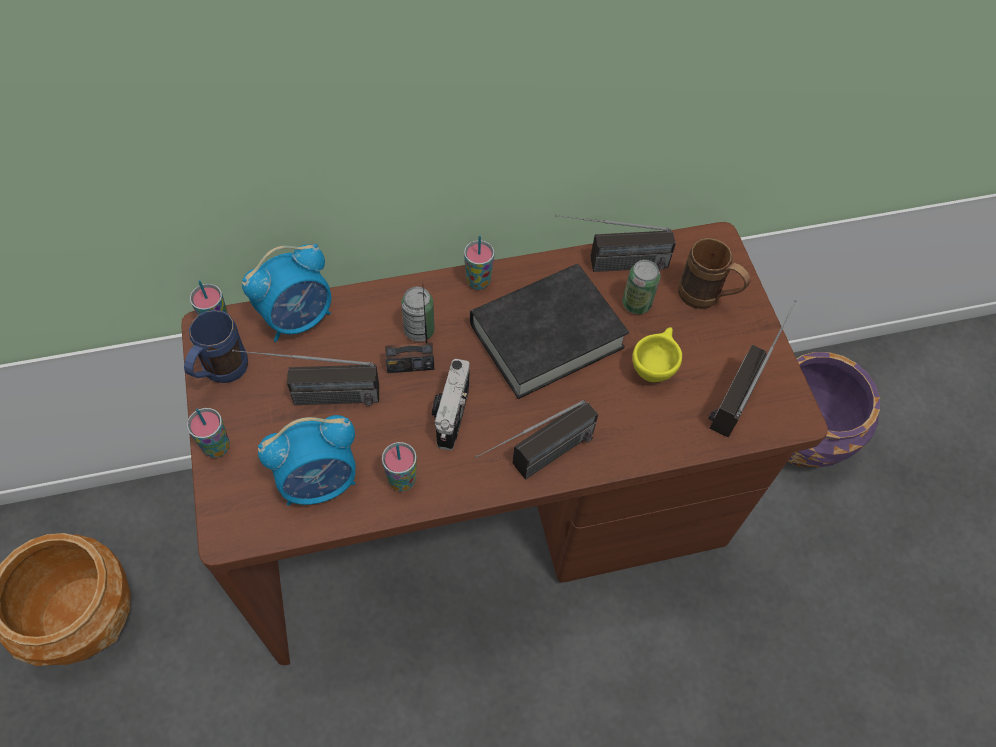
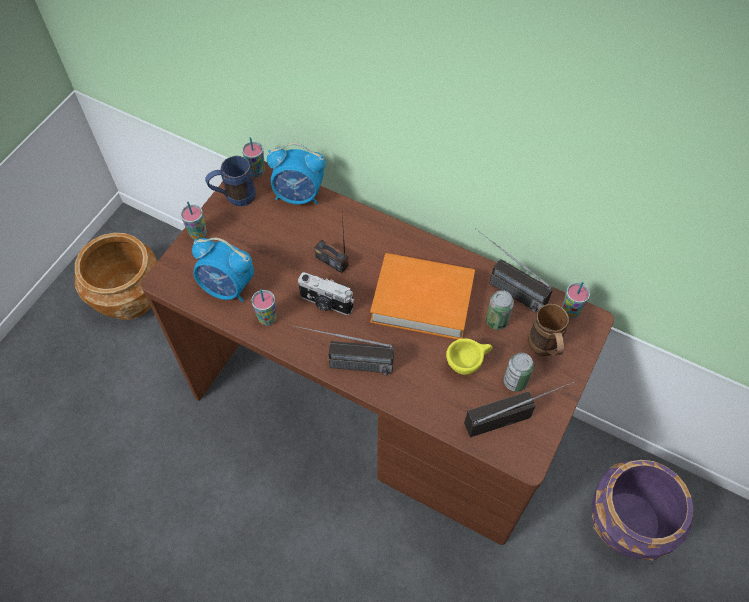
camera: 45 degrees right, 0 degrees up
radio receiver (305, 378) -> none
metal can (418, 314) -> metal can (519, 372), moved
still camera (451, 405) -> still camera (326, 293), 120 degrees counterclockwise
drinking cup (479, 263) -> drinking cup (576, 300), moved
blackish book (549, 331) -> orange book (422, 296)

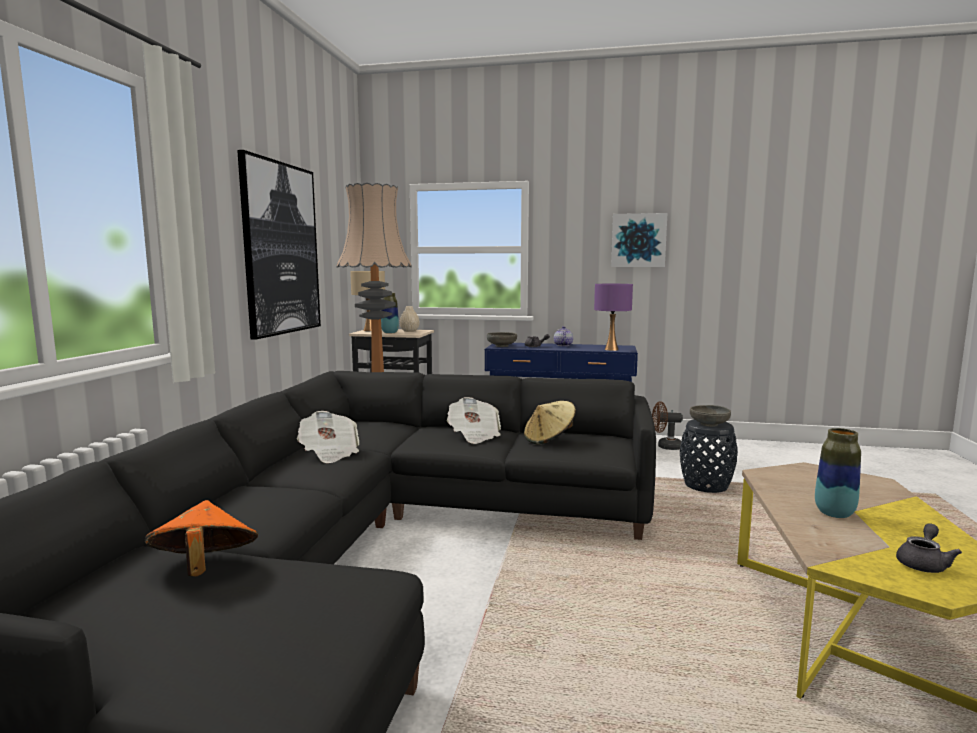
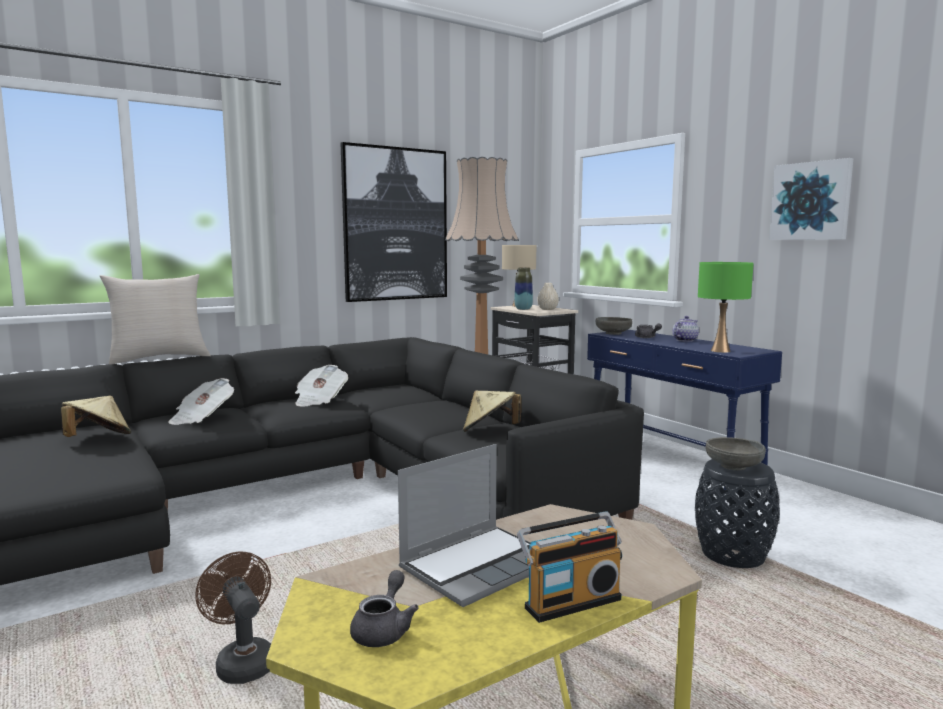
camera: 45 degrees right, 0 degrees up
orange clothing hat (201, 538) -> sand-coloured clothing hat (96, 416)
daily paper (474, 420) -> daily paper (201, 401), moved
purplish lamp for a table (613, 317) -> green-coloured lamp for a table (726, 307)
brownish electric fan (667, 425) -> brownish electric fan (233, 618), moved
decorative vase (838, 473) -> notebook computer (464, 525)
greyish tea pot (929, 548) -> greyish tea pot (384, 608), 75 degrees counterclockwise
none -> sand-coloured throw pillow (155, 319)
none -> radio receiver (569, 567)

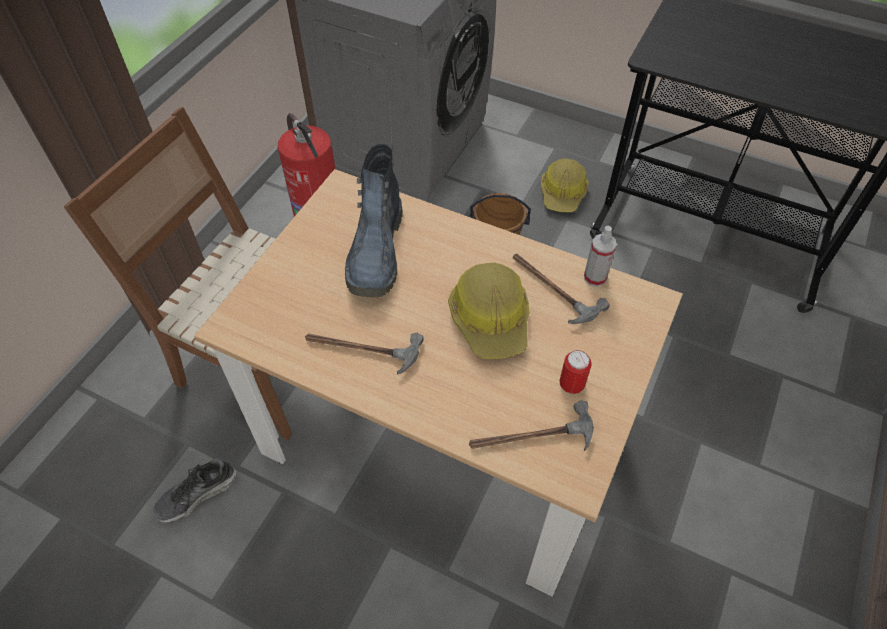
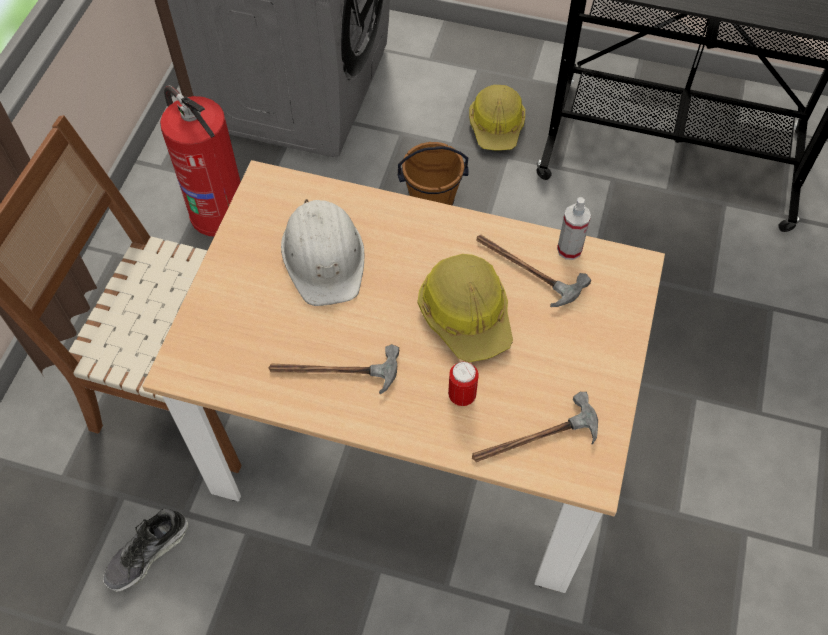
camera: 10 degrees left, 5 degrees up
boot (374, 220) -> white-coloured work helmet (323, 252)
metal can (576, 372) -> metal can (463, 383), moved

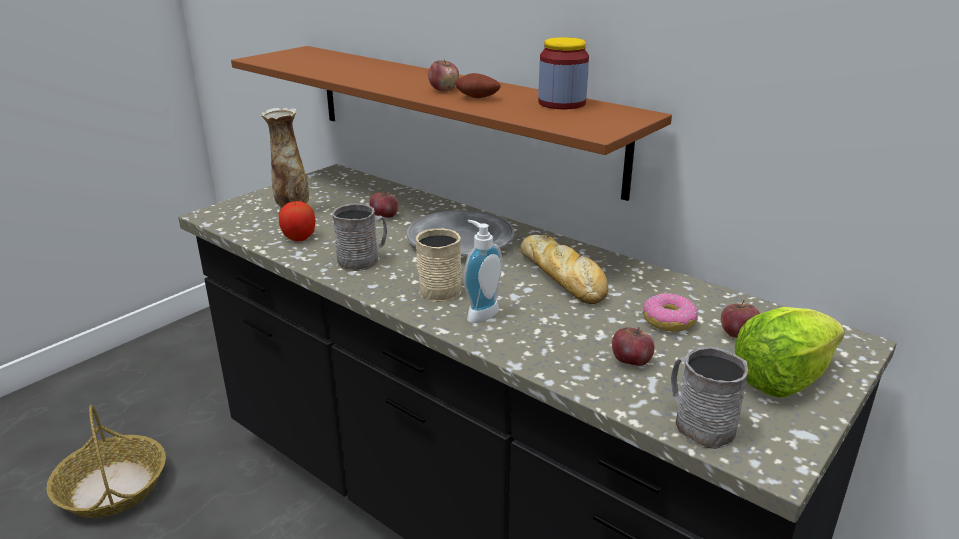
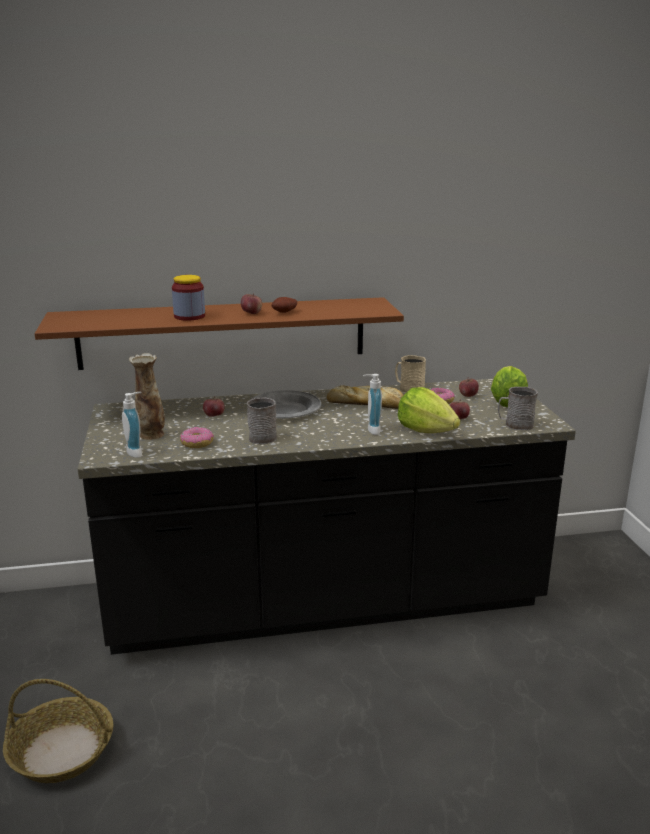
camera: 50 degrees left, 5 degrees down
apple (297, 221) -> donut (197, 437)
sand-coloured mug (439, 265) -> sand-coloured mug (410, 374), moved
preserve jar (563, 73) -> preserve jar (188, 298), moved
none -> soap dispenser (132, 425)
none -> lettuce head (429, 410)

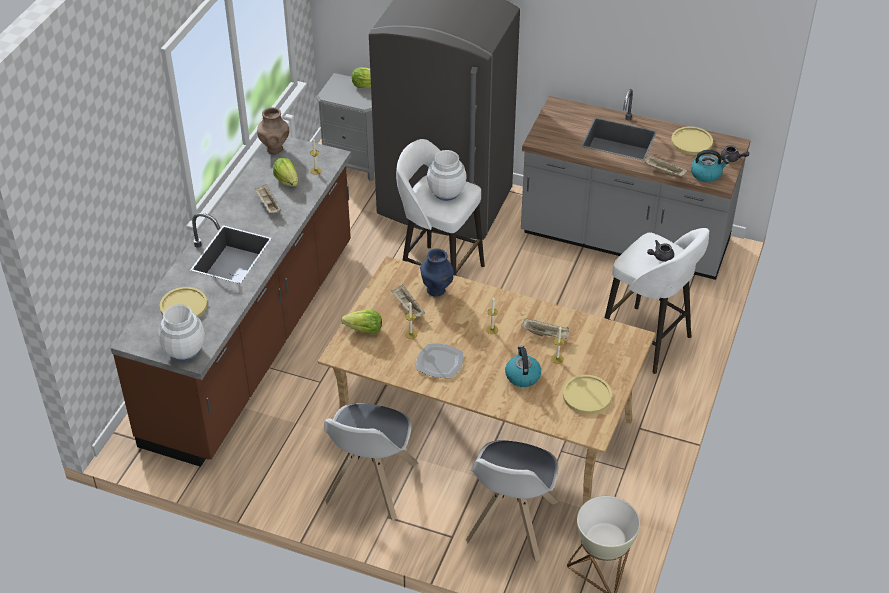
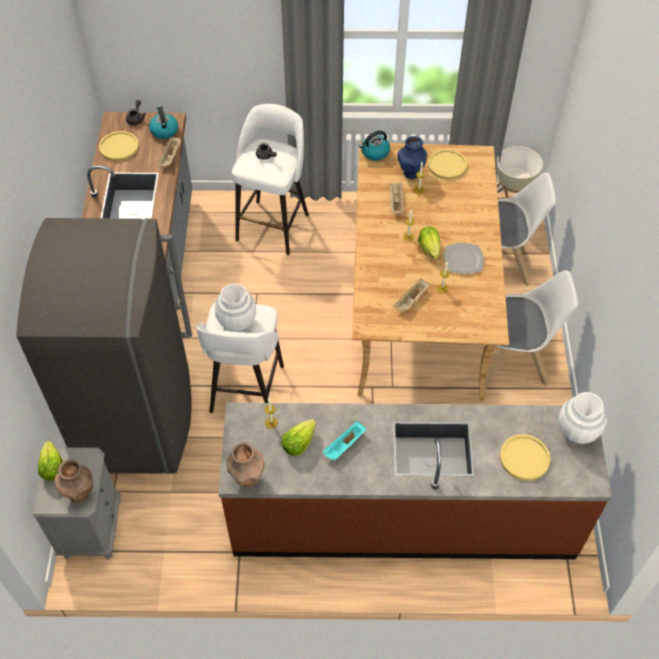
camera: 110 degrees left, 10 degrees up
sand-coloured tray (267, 198) -> blue-green tray (344, 441)
lettuce head (361, 322) -> lettuce head (429, 243), moved
bluish decorative vase (436, 272) -> bluish decorative vase (412, 157), moved
tea kettle (523, 366) -> tea kettle (374, 146), moved
none -> brownish decorative vase (73, 481)

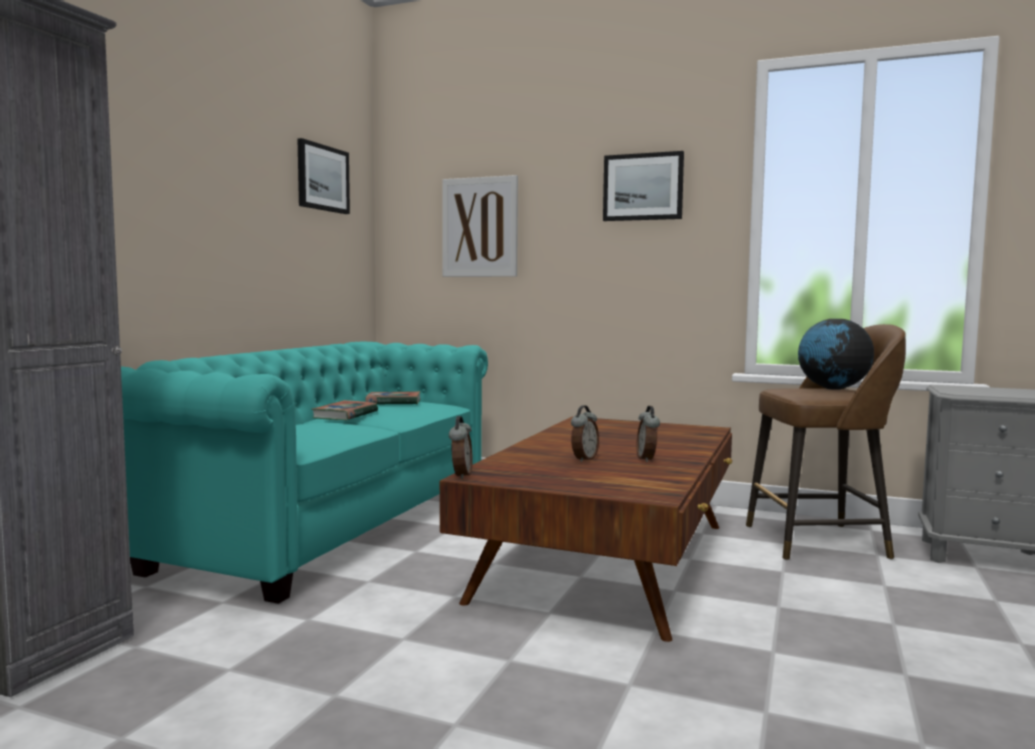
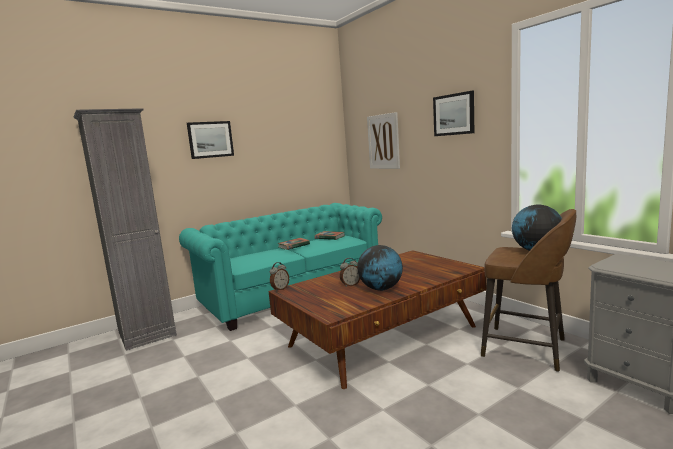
camera: 35 degrees right, 5 degrees up
wall art (323, 176) -> wall art (210, 140), moved
bedside clock (648, 434) -> world globe (380, 268)

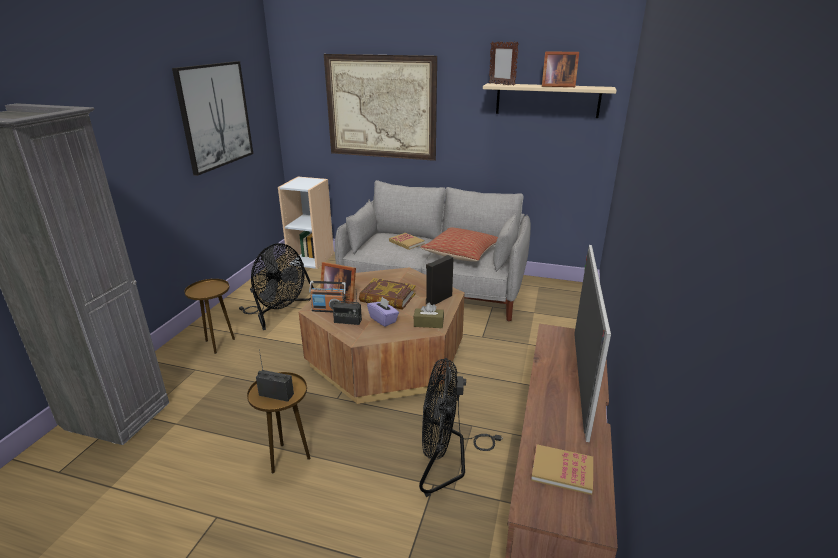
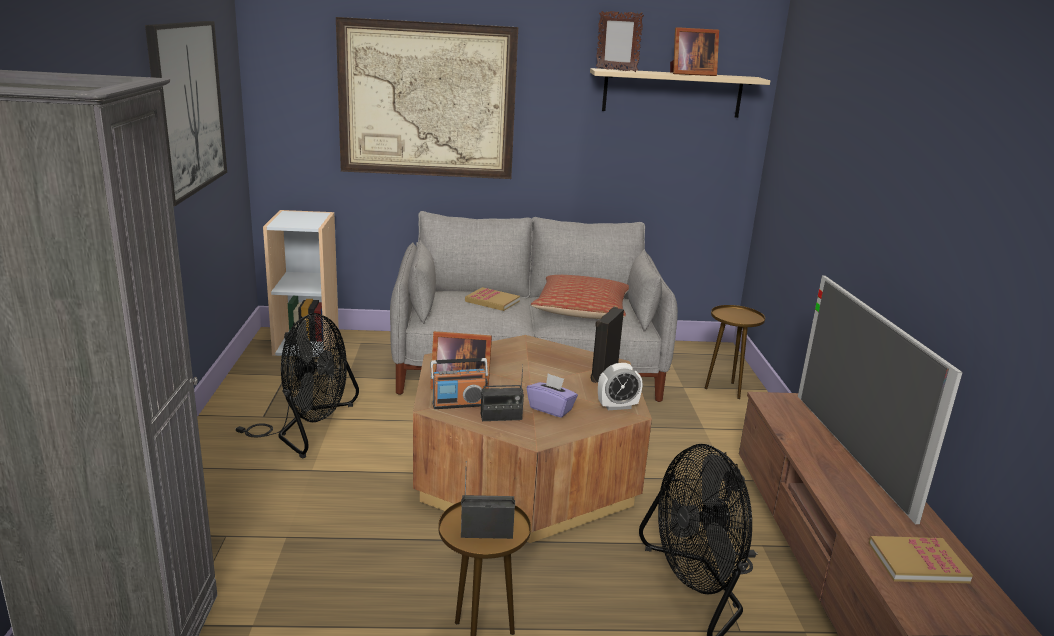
camera: 20 degrees left, 5 degrees down
brownish side table (209, 316) -> brownish side table (735, 352), moved
book (387, 294) -> none
brownish tissue box (428, 315) -> bedside clock (620, 386)

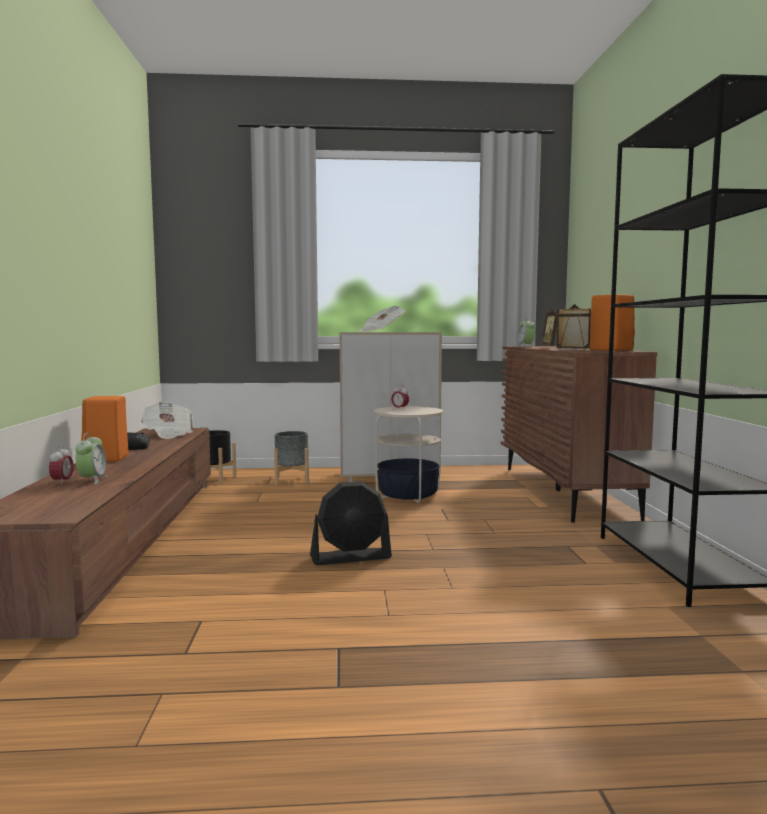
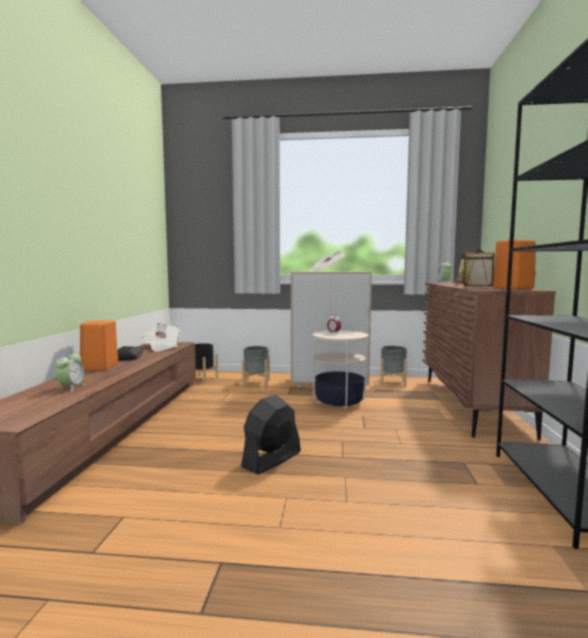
camera: 10 degrees right, 0 degrees up
bedside clock (61, 465) -> none
blackish electric fan (351, 523) -> blackish electric fan (271, 434), 135 degrees clockwise
none -> greyish plant pot (393, 366)

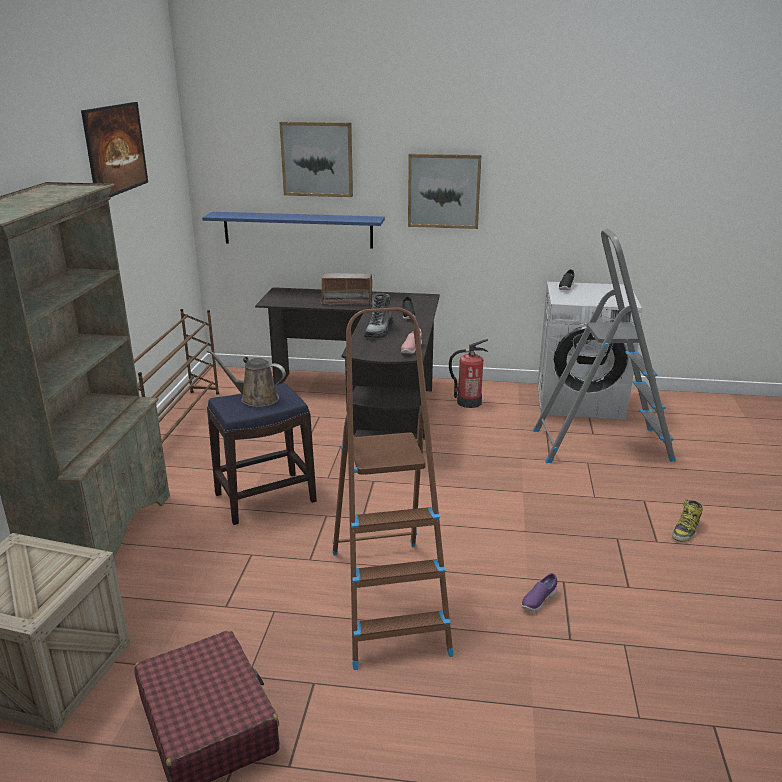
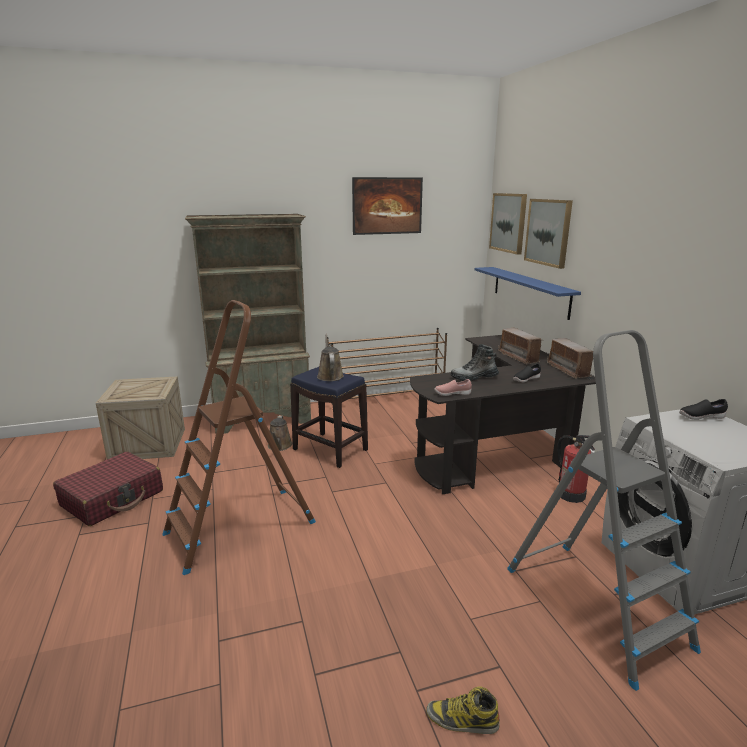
camera: 65 degrees right, 5 degrees down
wall art (445, 191) -> wall art (508, 224), moved
purplish item of footwear (539, 592) -> none
none -> brownish sprinkling can (280, 433)
none -> radio receiver (570, 358)

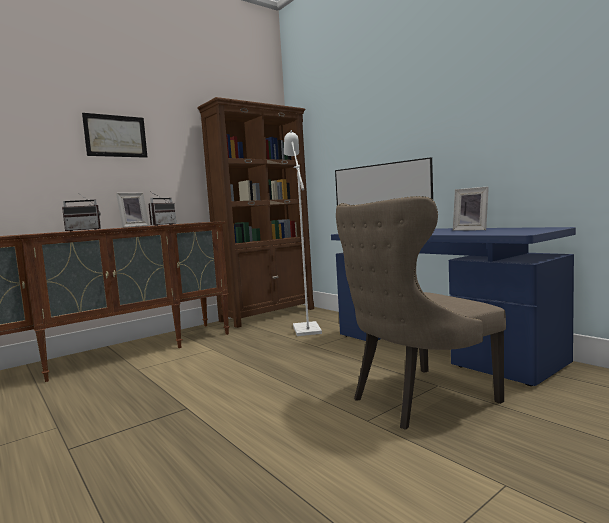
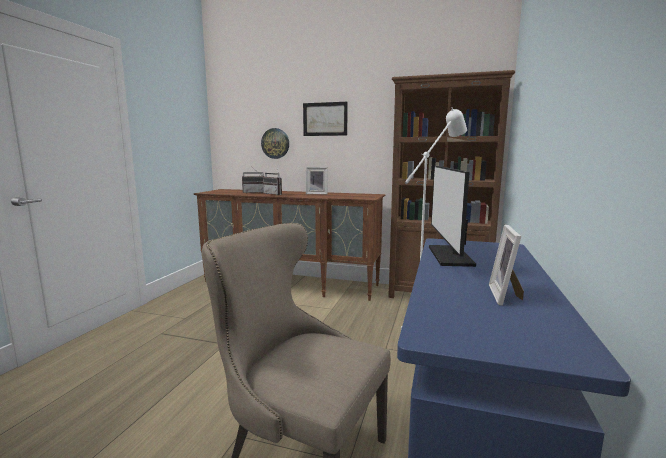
camera: 55 degrees right, 5 degrees up
radio receiver (162, 209) -> radio receiver (253, 180), moved
none -> wall clock (275, 143)

